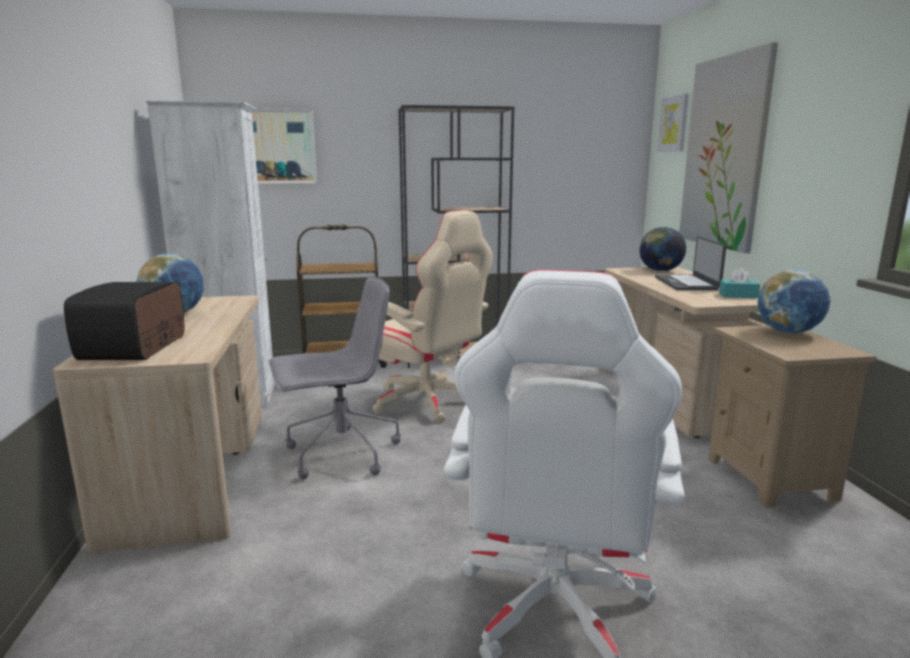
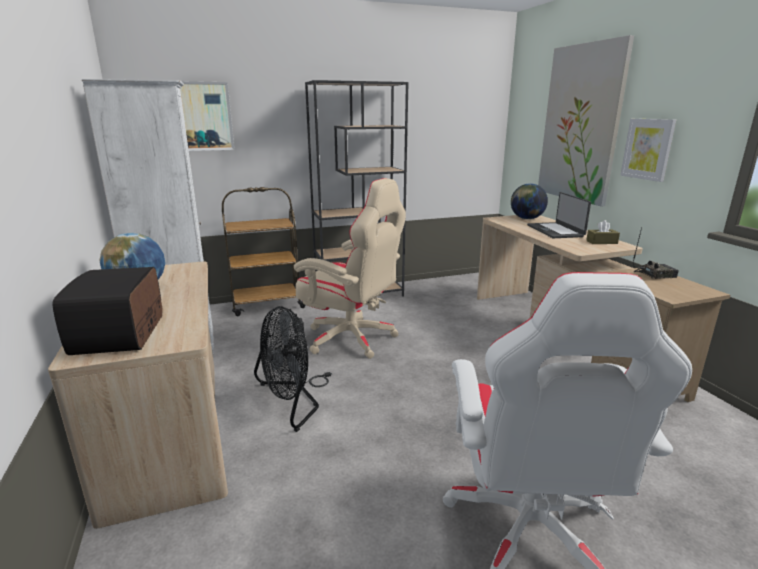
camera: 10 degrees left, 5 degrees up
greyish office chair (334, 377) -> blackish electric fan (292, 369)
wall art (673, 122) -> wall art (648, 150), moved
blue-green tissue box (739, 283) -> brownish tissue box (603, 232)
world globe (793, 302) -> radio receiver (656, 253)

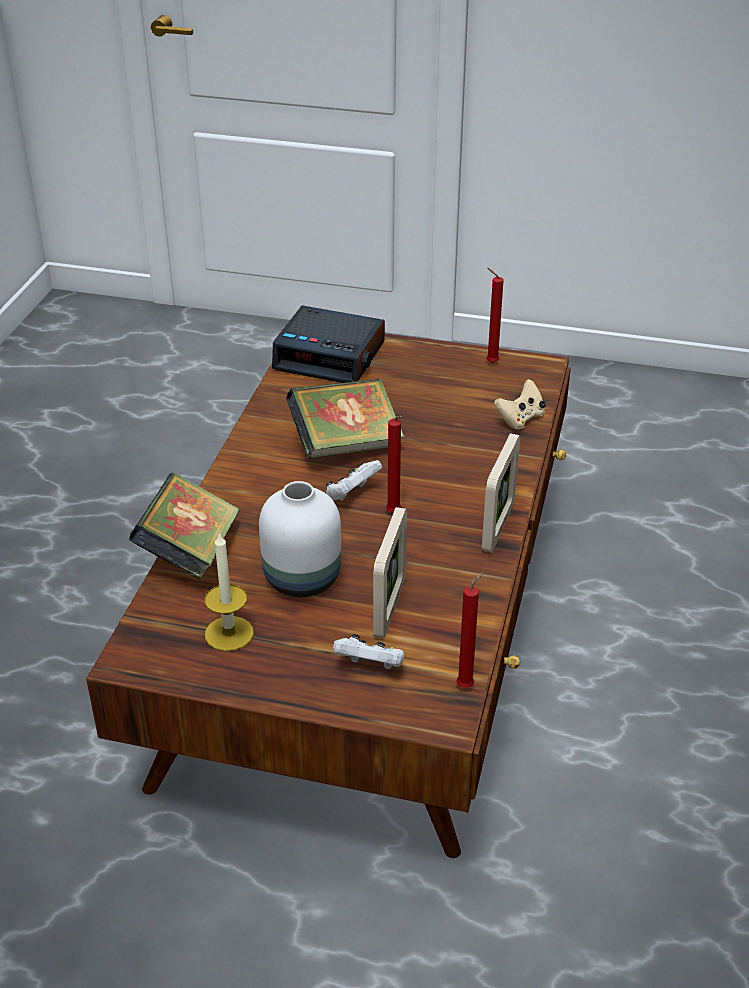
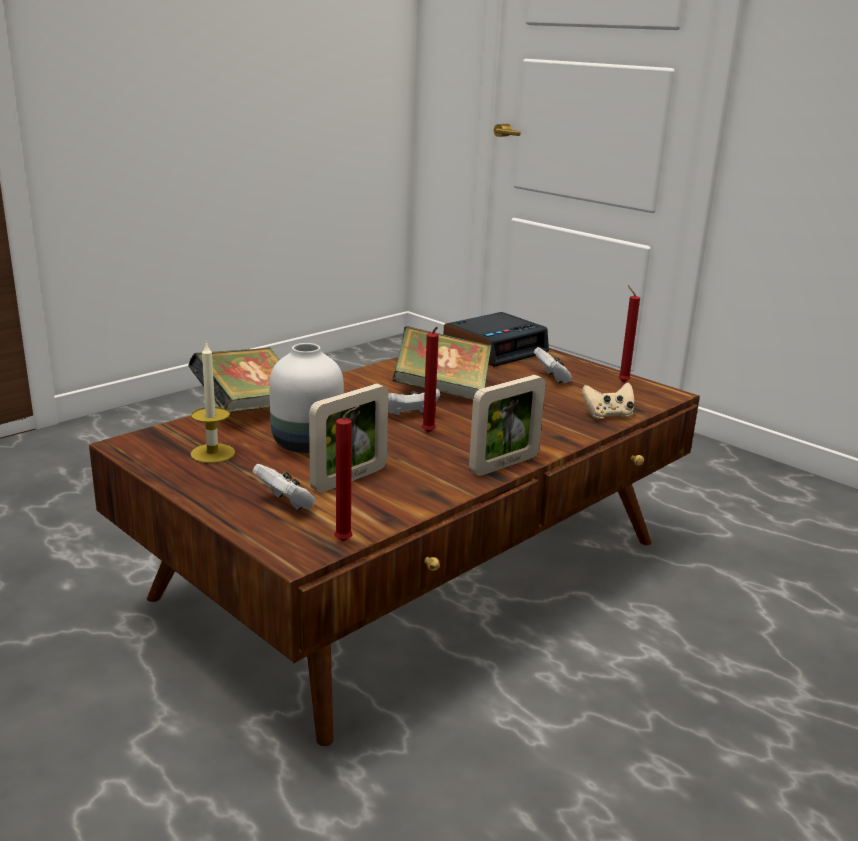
camera: 30 degrees right, 15 degrees down
bedside clock (328, 344) -> bedside clock (496, 339), 90 degrees counterclockwise
none -> white-coloured game controller (553, 365)

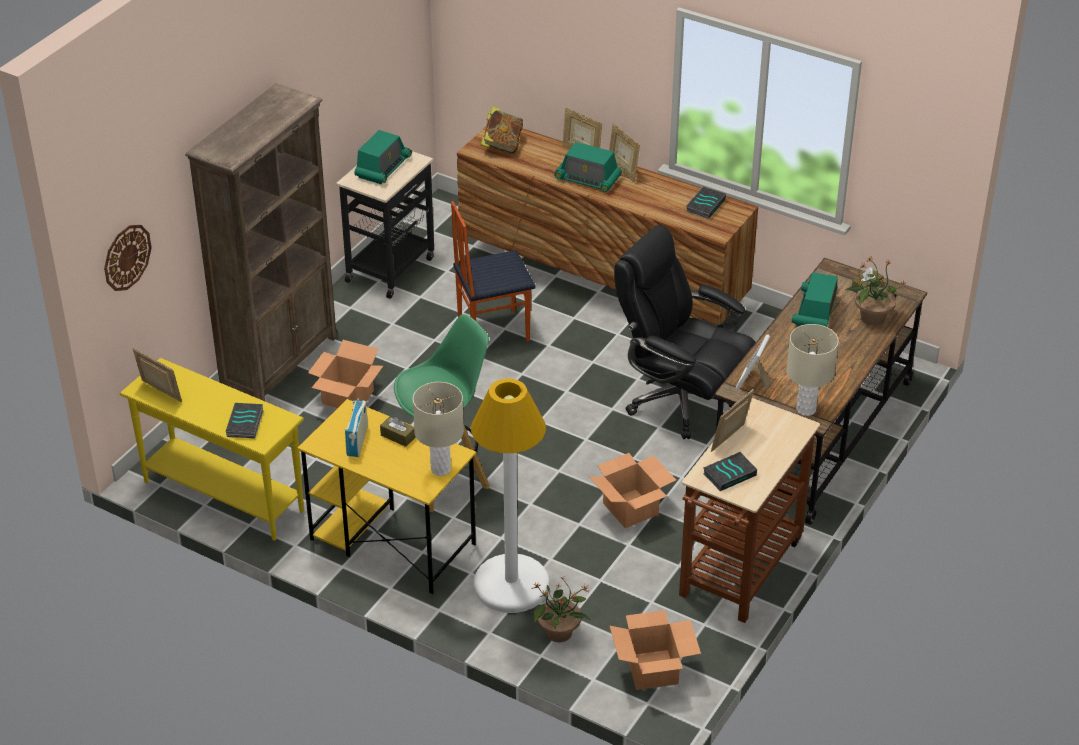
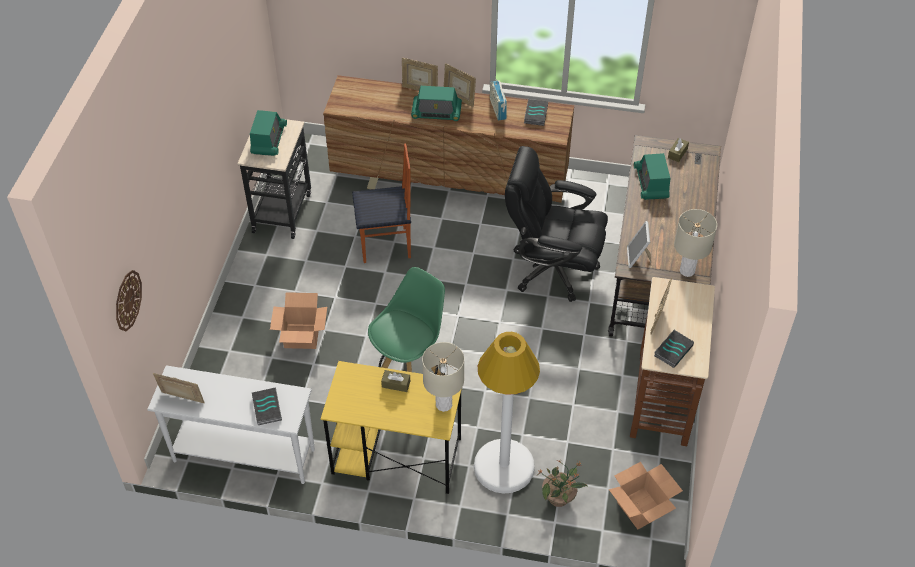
camera: 20 degrees left, 10 degrees up
yellowish hall table (212, 449) -> white-coloured hall table (231, 424)
brownish bookshelf (261, 242) -> none
radio receiver (356, 427) -> radio receiver (498, 100), moved
chair (493, 271) -> chair (381, 203), 150 degrees counterclockwise
book (502, 130) -> none
packing box (632, 490) -> none
houseplant (875, 290) -> none

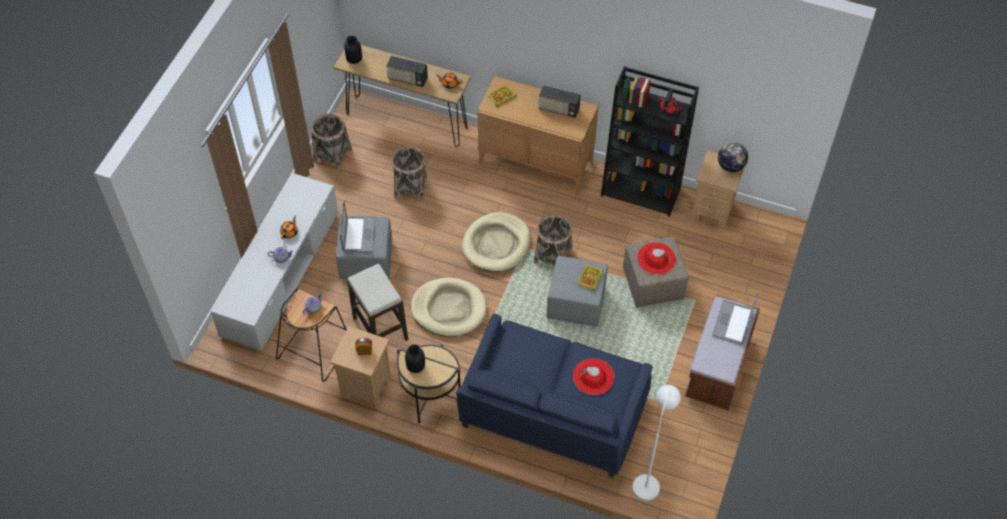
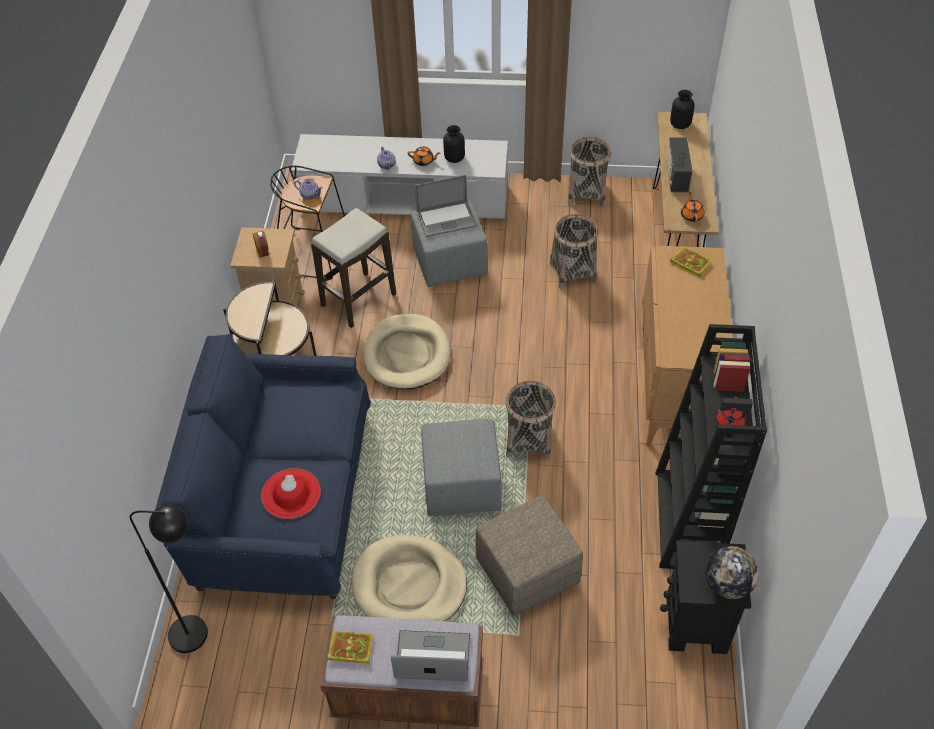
camera: 75 degrees right, 5 degrees down
blackish decorative vase (415, 358) -> blackish decorative vase (454, 144), moved
sand-coloured dog cushion (496, 242) -> sand-coloured dog cushion (409, 578), moved
radio receiver (559, 101) -> none
book (591, 277) -> book (350, 648), moved
white-coloured standard lamp (656, 443) -> blackish standard lamp (169, 578)
red clothing hat (656, 258) -> none
sand-coloured nightstand (718, 190) -> blackish nightstand (705, 597)

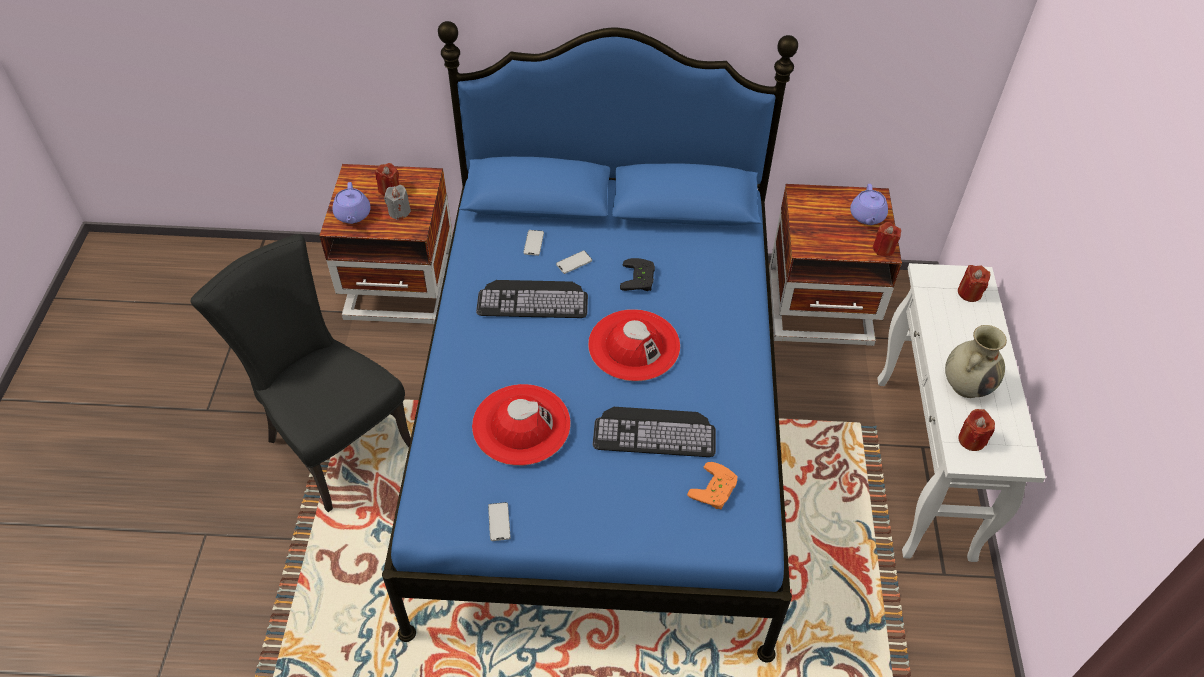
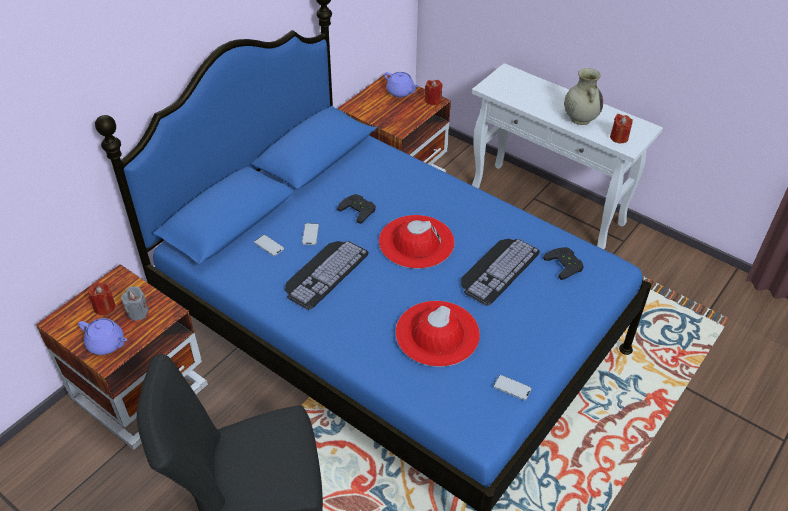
camera: 55 degrees left, 5 degrees down
orange game controller (712, 485) -> blackish game controller (563, 263)
red wax light (974, 283) -> none

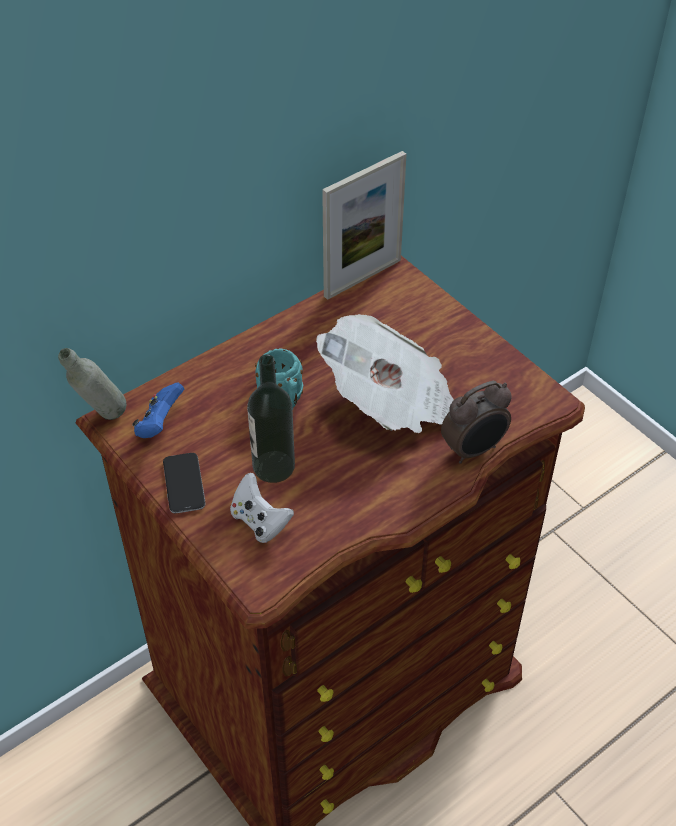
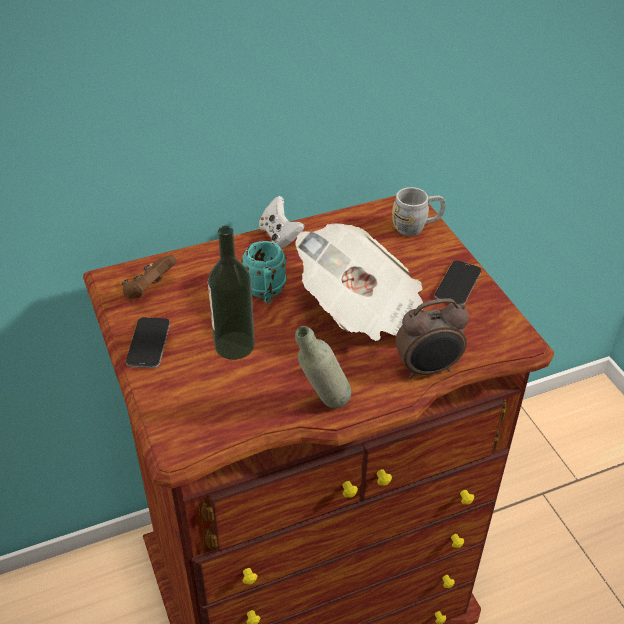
camera: 15 degrees right, 5 degrees down
greyish beverage bottle (92, 384) -> greyish beverage bottle (323, 367), moved
bluish game controller (158, 410) -> brownish game controller (149, 277)
white-coloured game controller (262, 508) -> white-coloured game controller (282, 222), moved
picture frame (364, 225) -> none
none -> greyish mug (419, 211)
none -> telephone (458, 282)

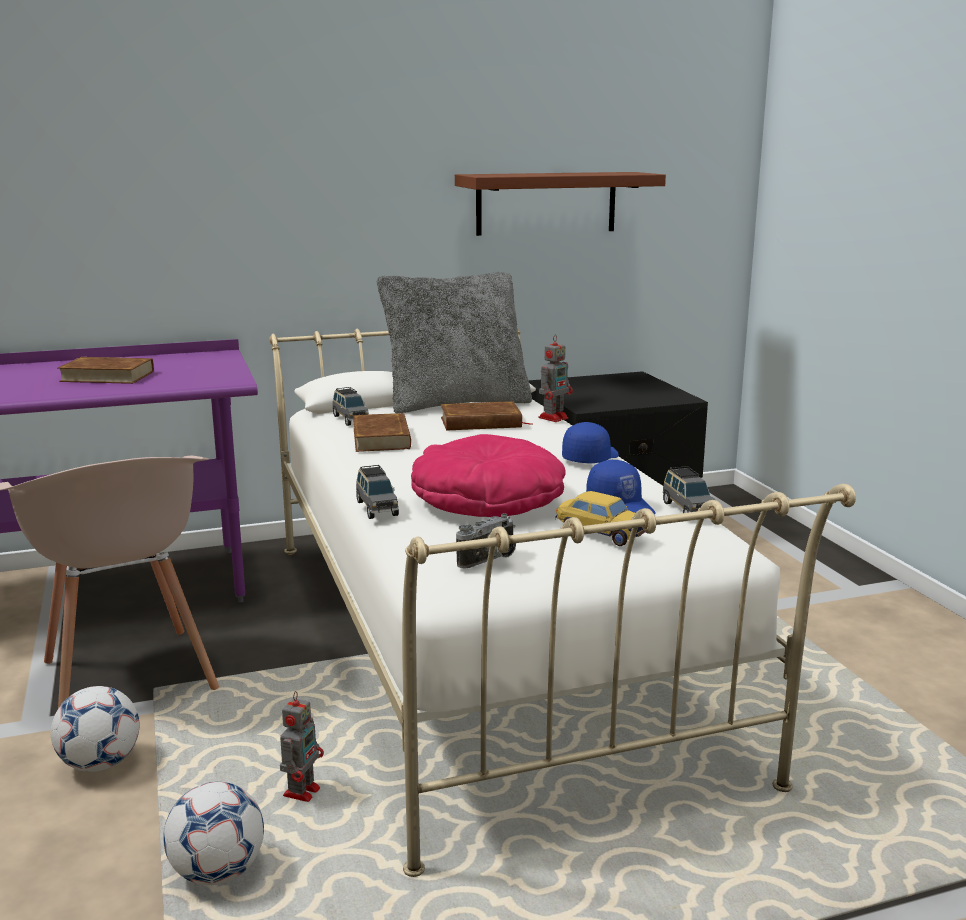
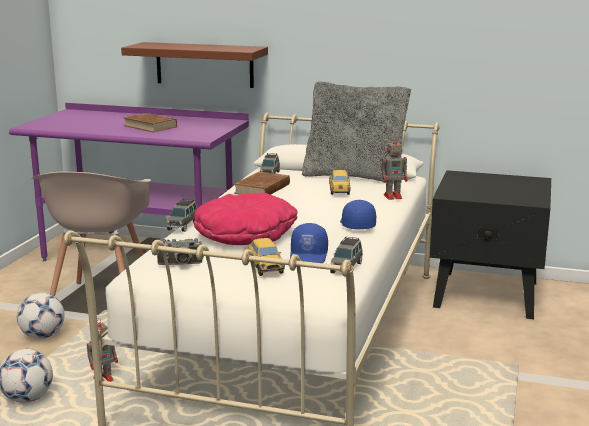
camera: 35 degrees right, 0 degrees up
brownish book (487, 415) -> miniature car (340, 182)
brownish bracket shelf (560, 204) -> brownish bracket shelf (194, 65), moved
bluish peaked cap (590, 443) -> bluish peaked cap (358, 214), 75 degrees counterclockwise

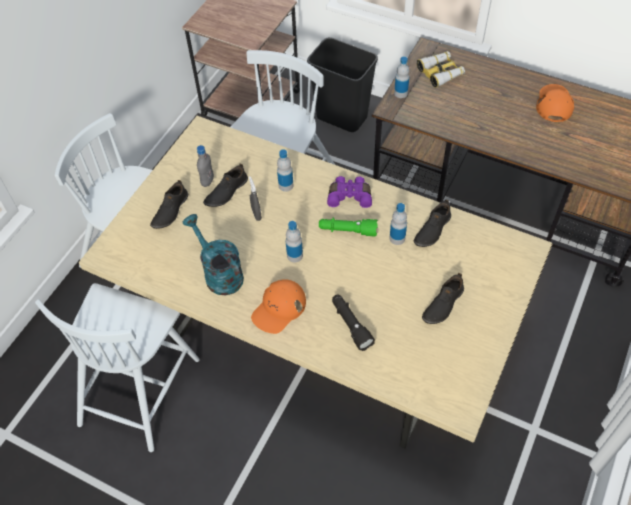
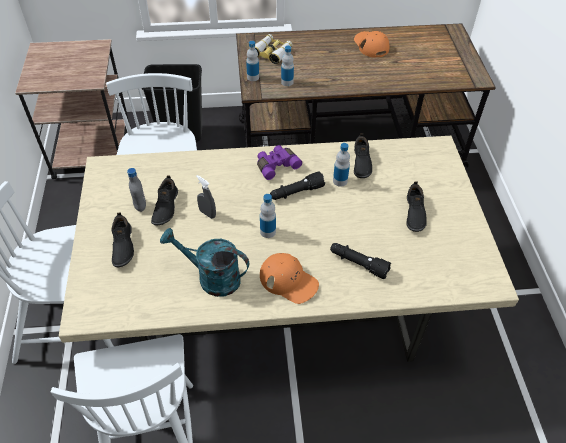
camera: 35 degrees left, 5 degrees down
orange peaked cap (278, 306) -> orange peaked cap (289, 278), 60 degrees counterclockwise
beverage bottle (285, 170) -> beverage bottle (287, 66), moved
green-coloured flashlight (348, 227) -> blackish flashlight (297, 185)

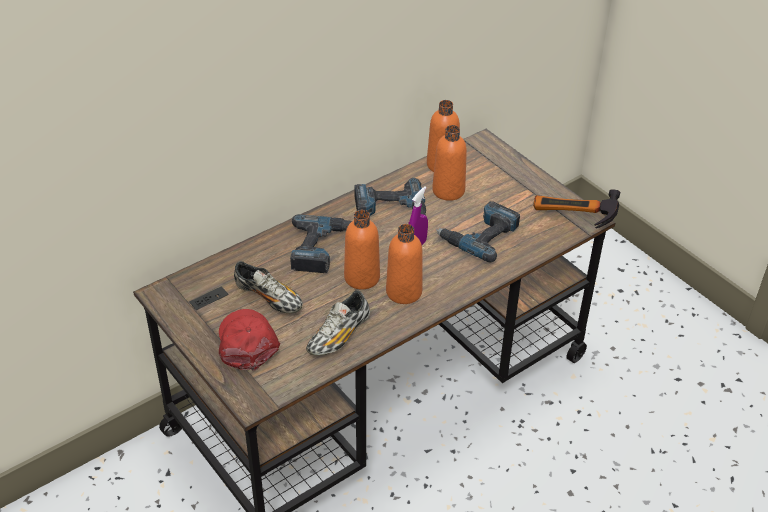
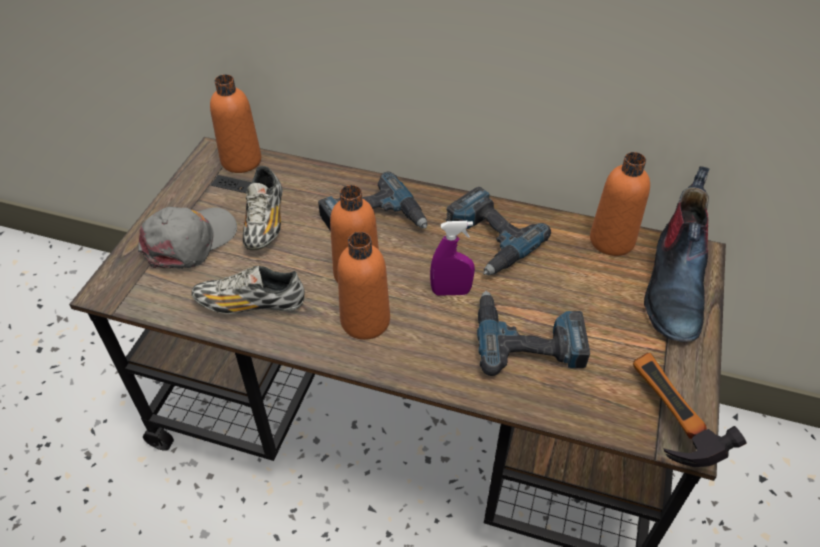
camera: 55 degrees right, 5 degrees up
red peaked cap (249, 339) -> greyish peaked cap (187, 238)
orange beverage bottle (449, 163) -> orange beverage bottle (235, 123), moved
none -> boot (677, 254)

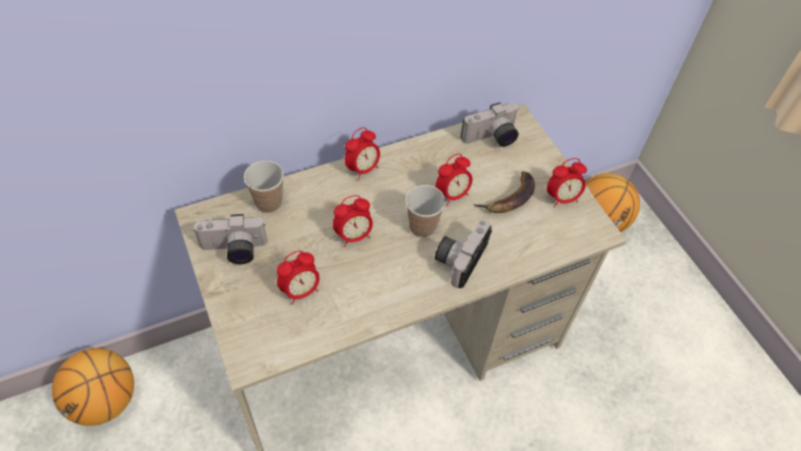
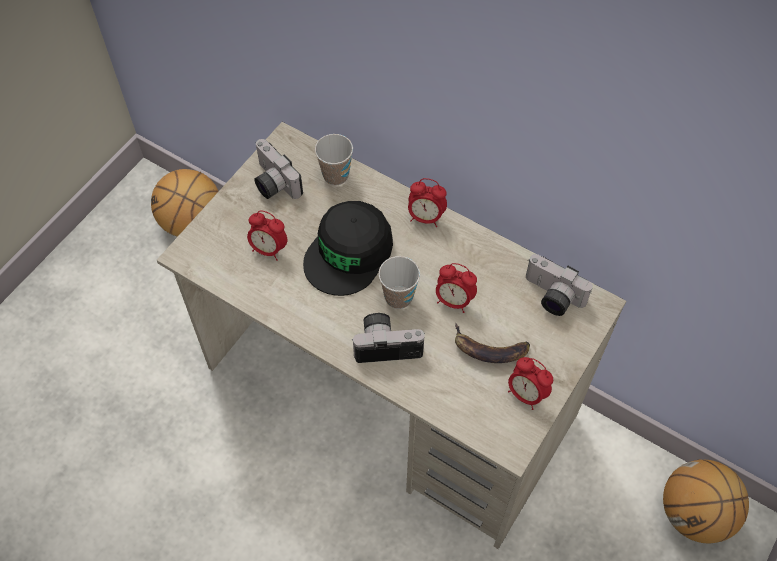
camera: 60 degrees right, 5 degrees up
bedside clock (353, 221) -> blackish peaked cap (348, 248)

